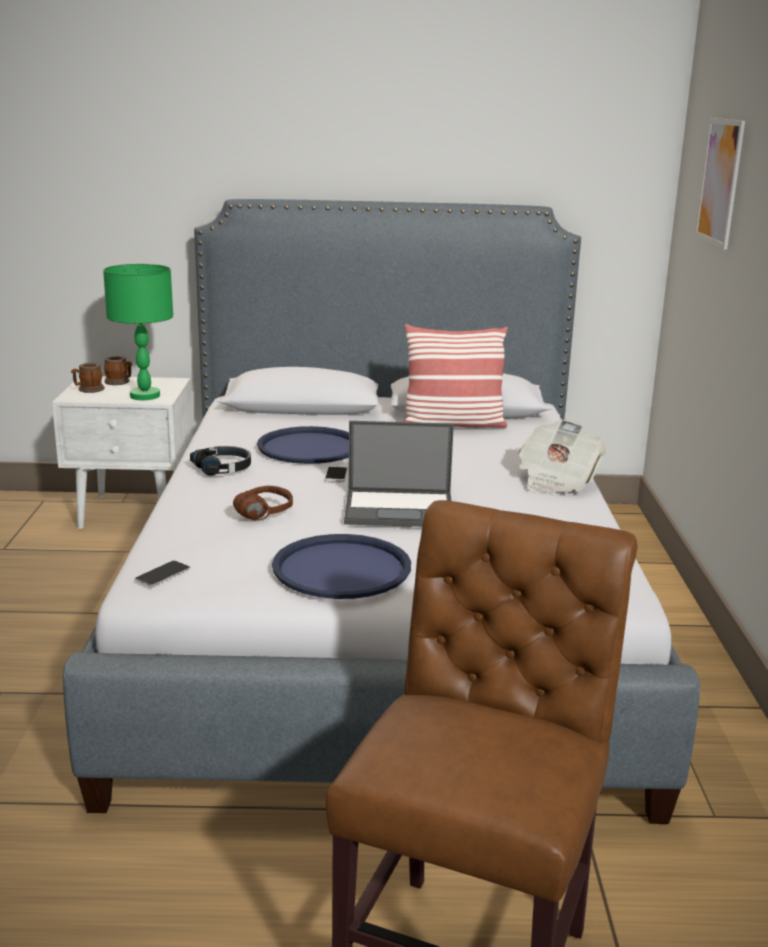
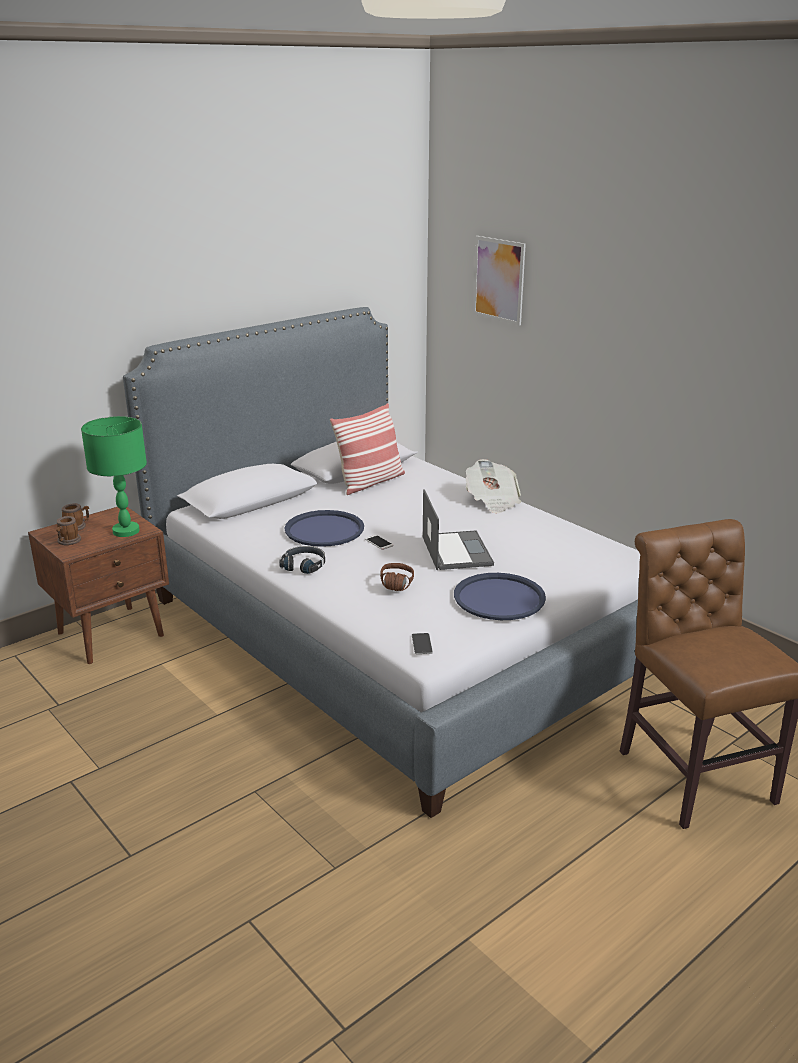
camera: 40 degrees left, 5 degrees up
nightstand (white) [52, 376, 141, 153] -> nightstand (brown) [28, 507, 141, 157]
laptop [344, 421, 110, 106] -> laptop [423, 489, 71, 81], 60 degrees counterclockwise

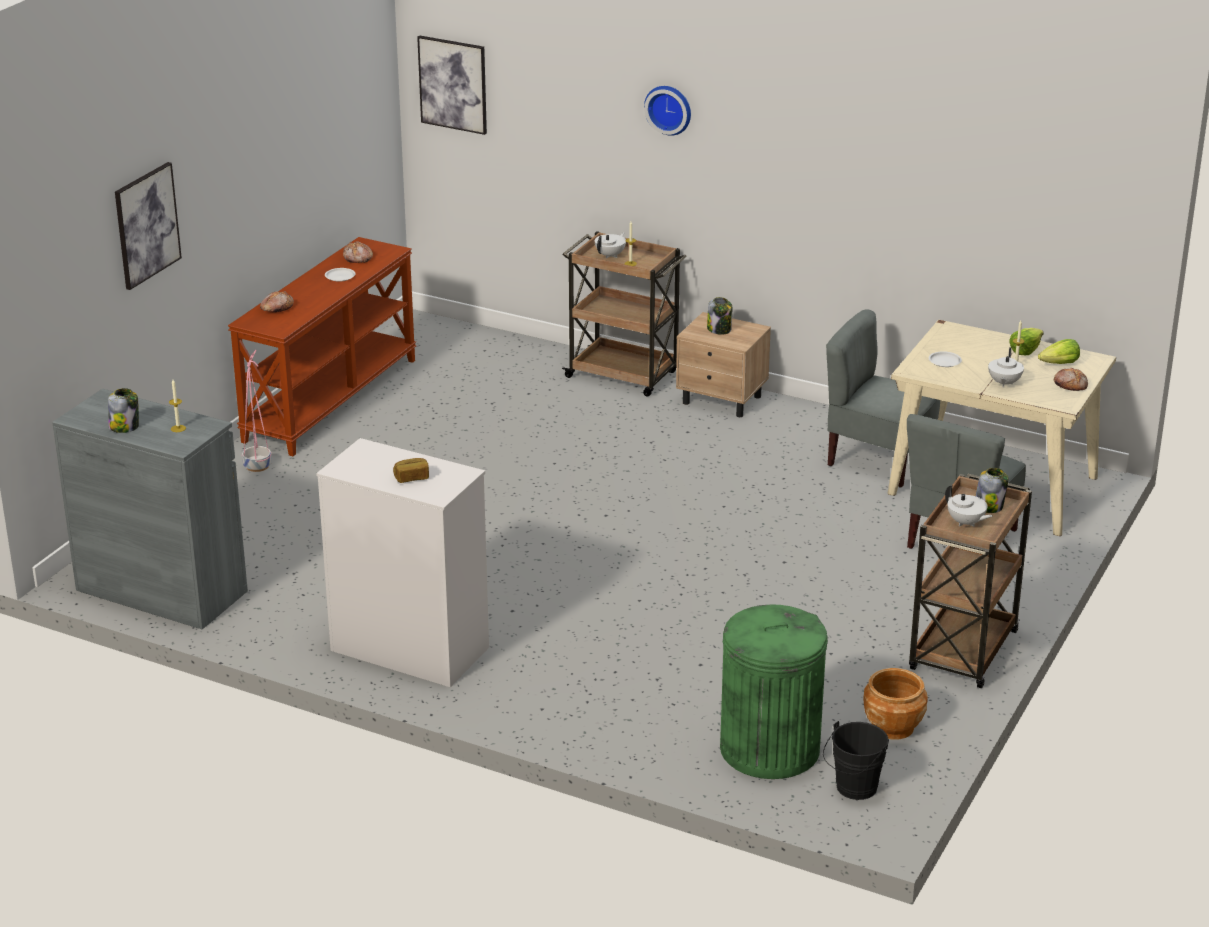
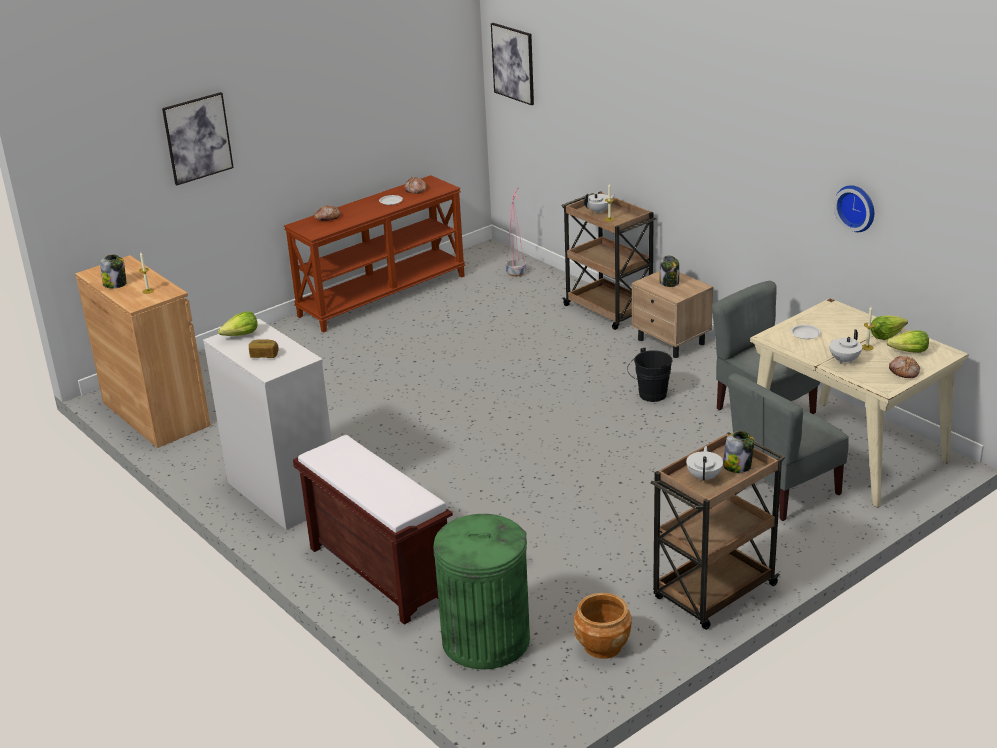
camera: 25 degrees right, 0 degrees up
wall clock [644, 86, 47, 50] -> wall clock [834, 185, 40, 47], moved
planter (pink) [242, 350, 30, 122] -> planter (pink) [506, 188, 20, 89], moved
cabinet (grey) [52, 389, 196, 240] -> cabinet (brown) [75, 255, 136, 193]
teapot (white) [945, 485, 48, 42] -> teapot (white) [686, 446, 37, 35], 150 degrees counterclockwise
bucket (black) [823, 721, 66, 79] -> bucket (black) [627, 348, 46, 54], moved
none -> lettuce [218, 311, 40, 25]
none -> bench (brown) [293, 435, 160, 190]

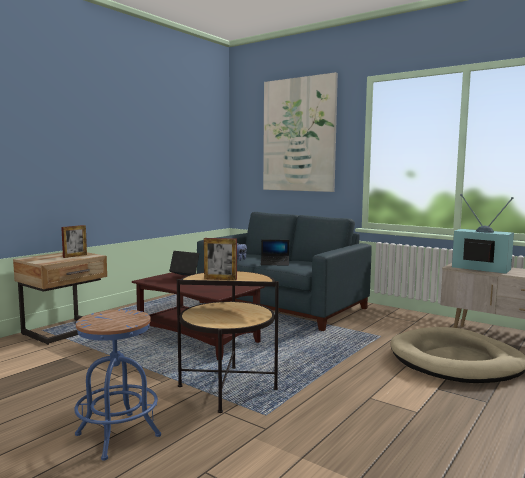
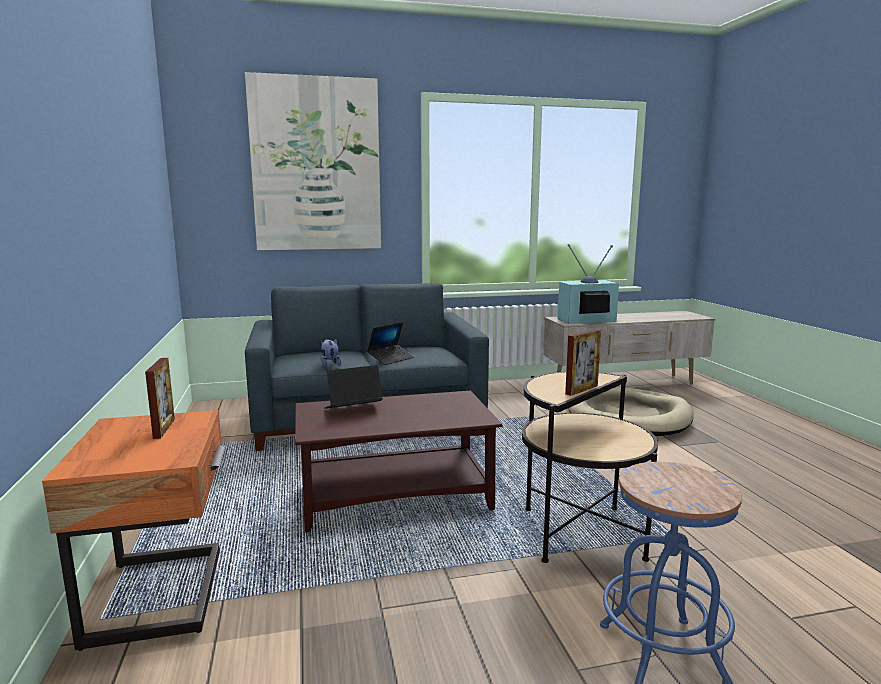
camera: 50 degrees left, 5 degrees up
nightstand (beige) [13, 252, 94, 93] -> nightstand (orange) [42, 410, 183, 241]

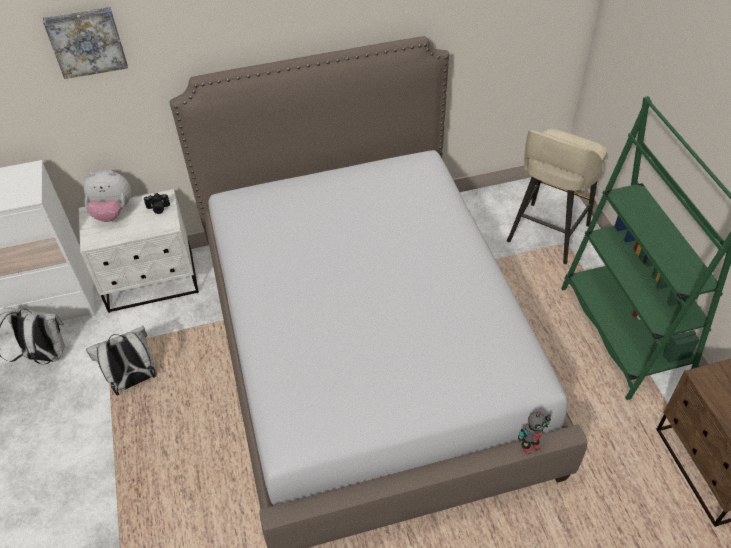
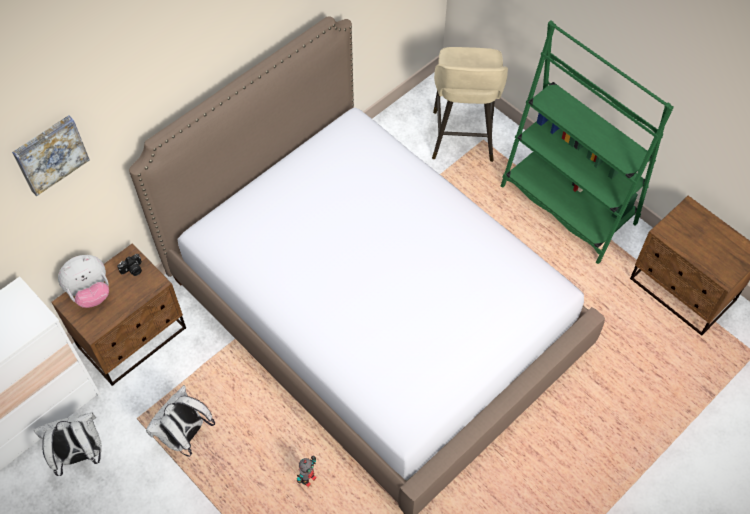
camera: 30 degrees left, 10 degrees up
nightstand (white) [79, 189, 120, 124] -> nightstand (brown) [51, 243, 135, 143]
toy robot [518, 412, 33, 43] -> toy robot [297, 456, 20, 31], moved

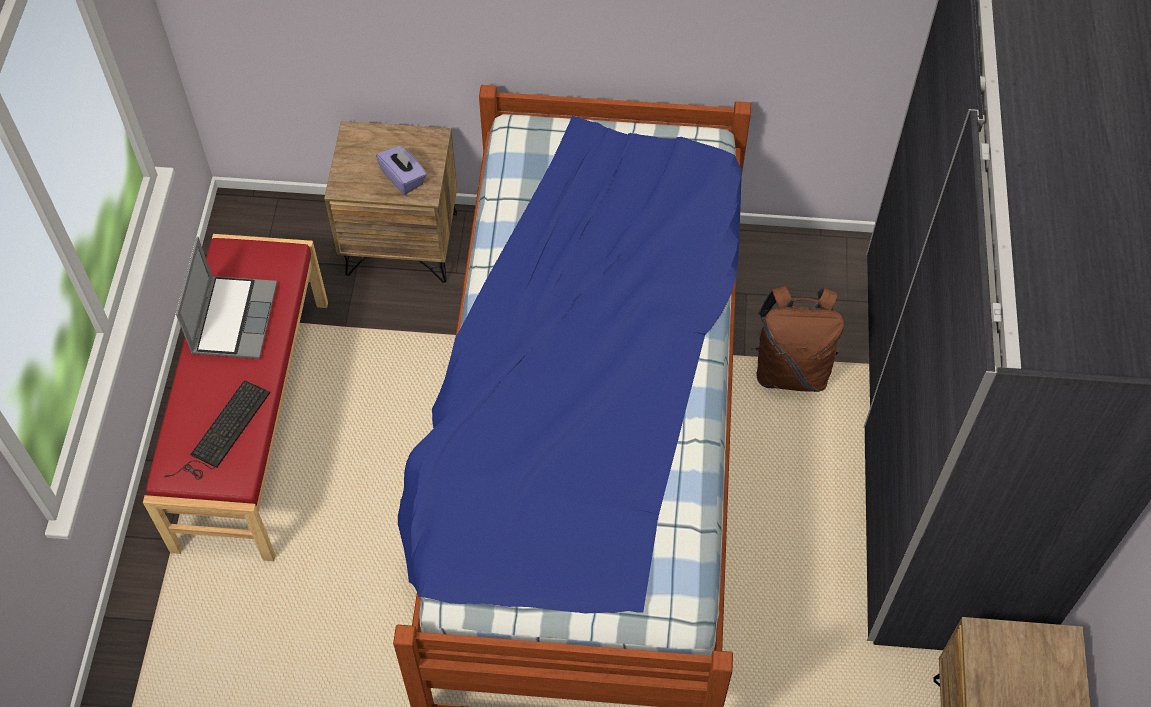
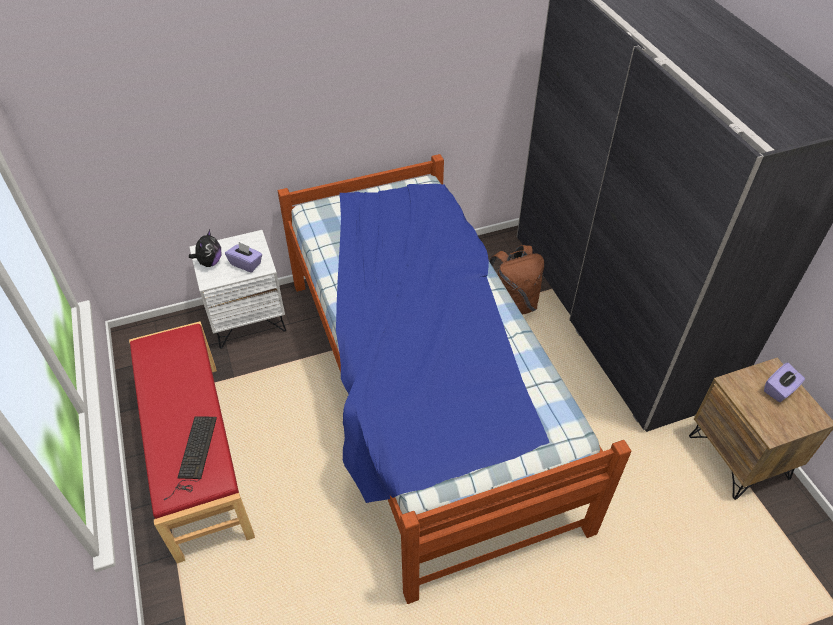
camera: 25 degrees left, 10 degrees down
nightstand (brown) [324, 121, 133, 162] -> nightstand (white) [189, 230, 97, 118]
laptop [176, 237, 101, 122] -> none
none -> plush toy [189, 230, 32, 37]
none -> tissue box (purple) [764, 363, 41, 39]

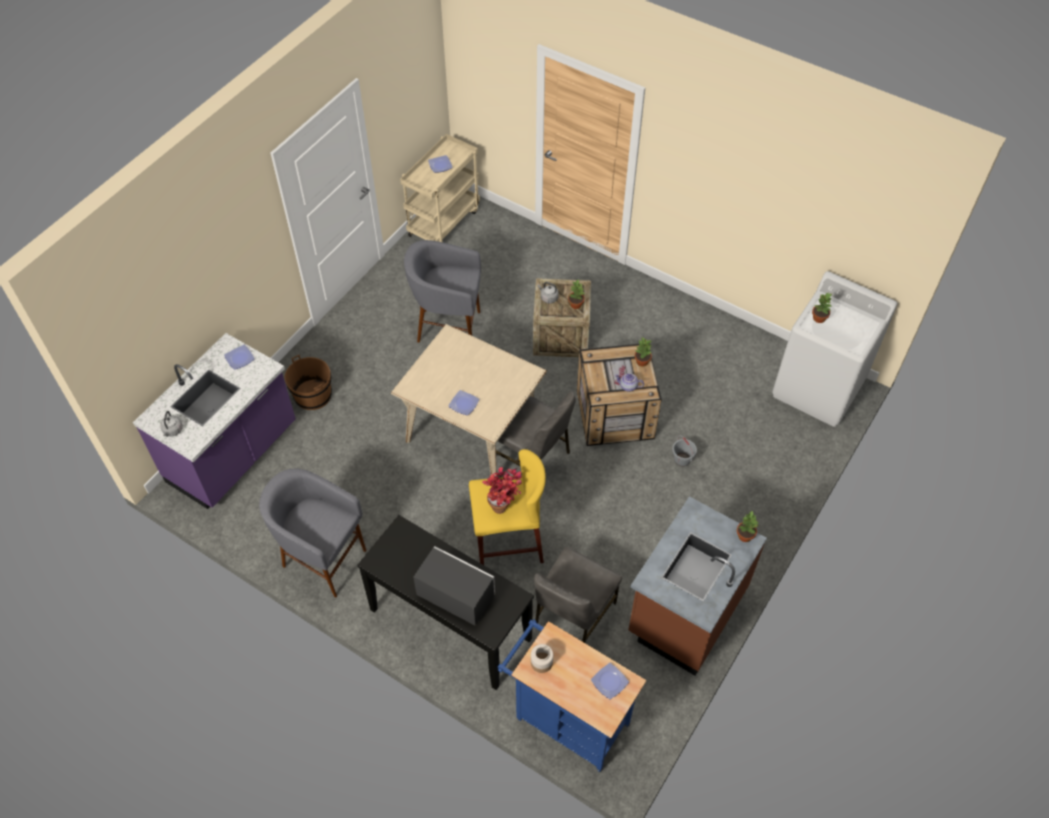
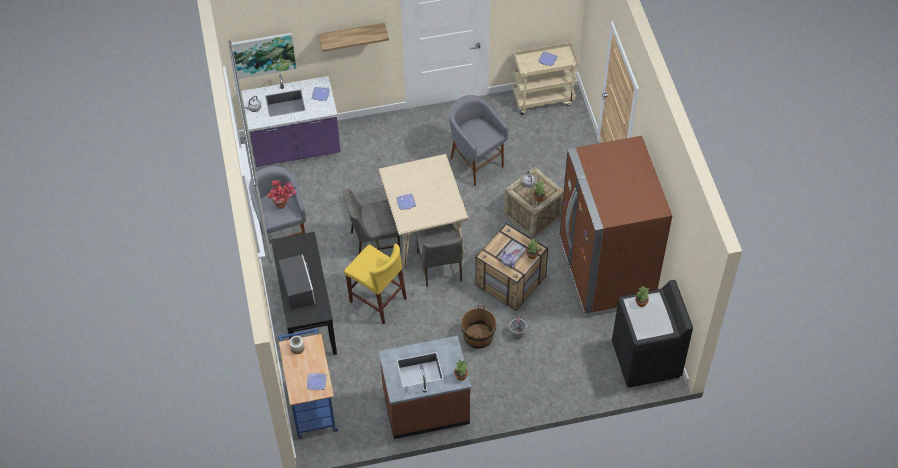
camera: 45 degrees right, 0 degrees up
washing machine (white) [772, 271, 126, 156] -> washing machine (black) [612, 280, 81, 108]
bucket (brown) [285, 355, 47, 55] -> bucket (brown) [461, 305, 35, 44], moved
potted plant [482, 467, 40, 47] -> potted plant [267, 180, 30, 29], moved
chair (grey) [534, 547, 88, 96] -> chair (grey) [343, 189, 57, 65], moved
none -> shelf [319, 23, 70, 29]
none -> picture [232, 33, 65, 46]
none -> fridge (brown) [559, 136, 113, 181]

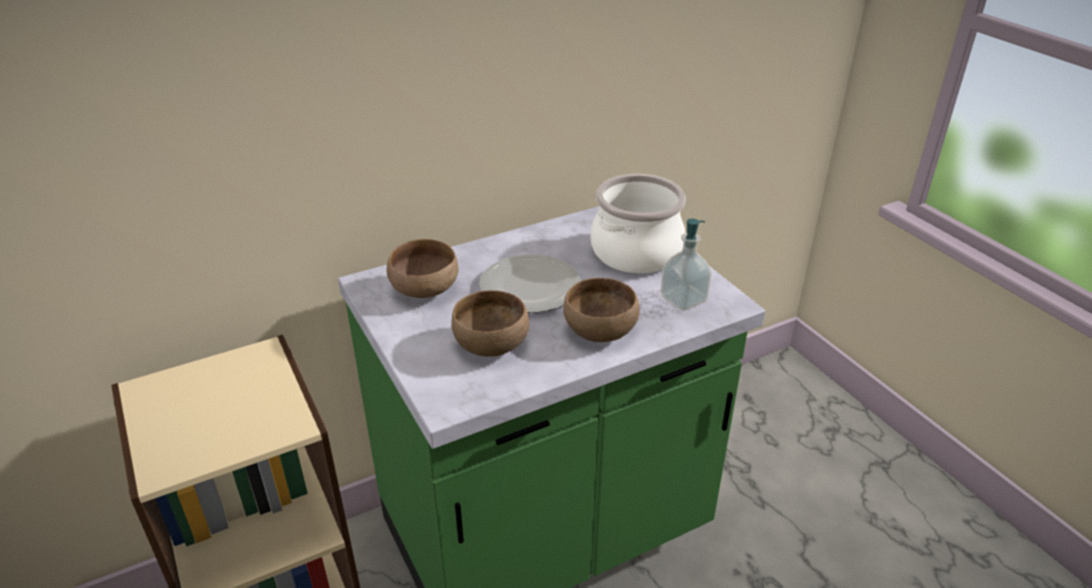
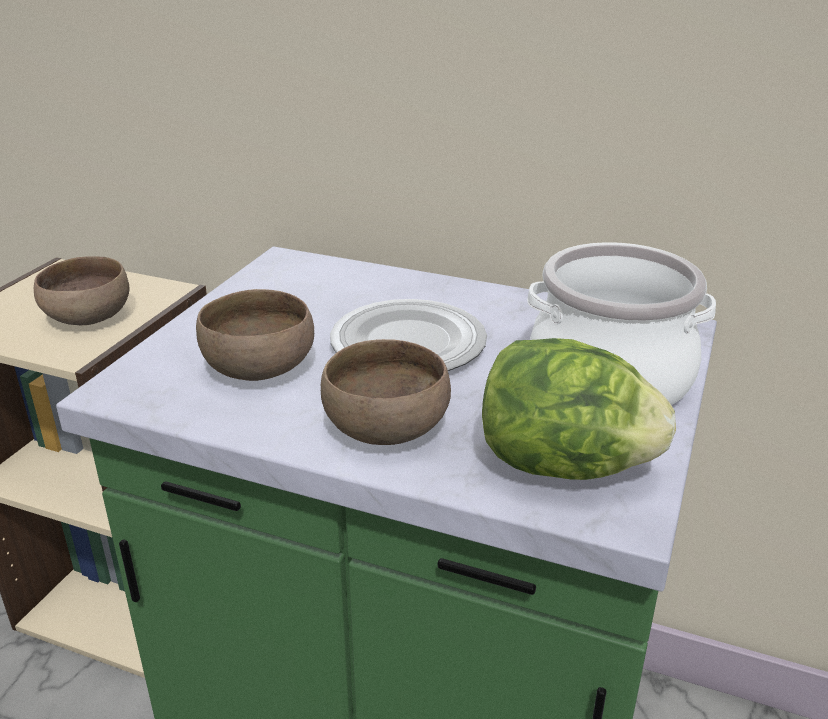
camera: 50 degrees right, 5 degrees down
soap dispenser [661, 218, 51, 93] -> lettuce [482, 338, 194, 142]
bowl (brown) [386, 239, 73, 59] -> bowl (brown) [34, 256, 95, 69], moved

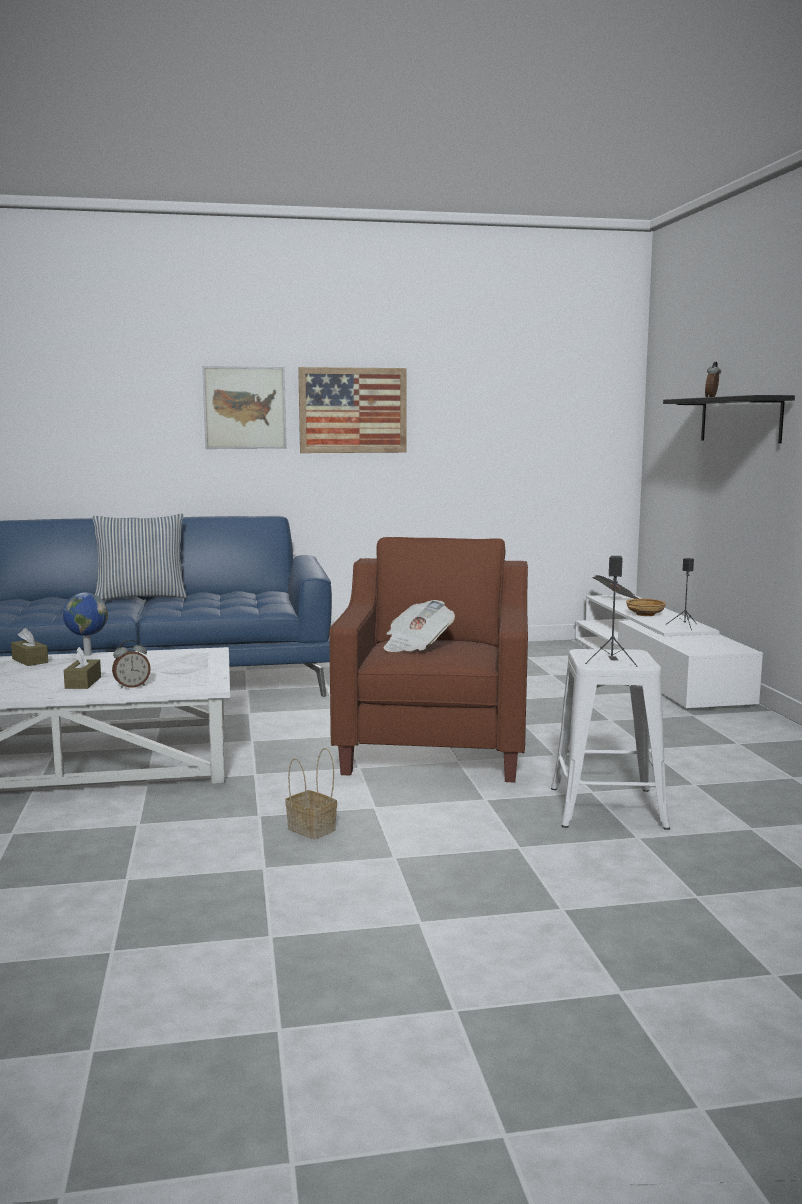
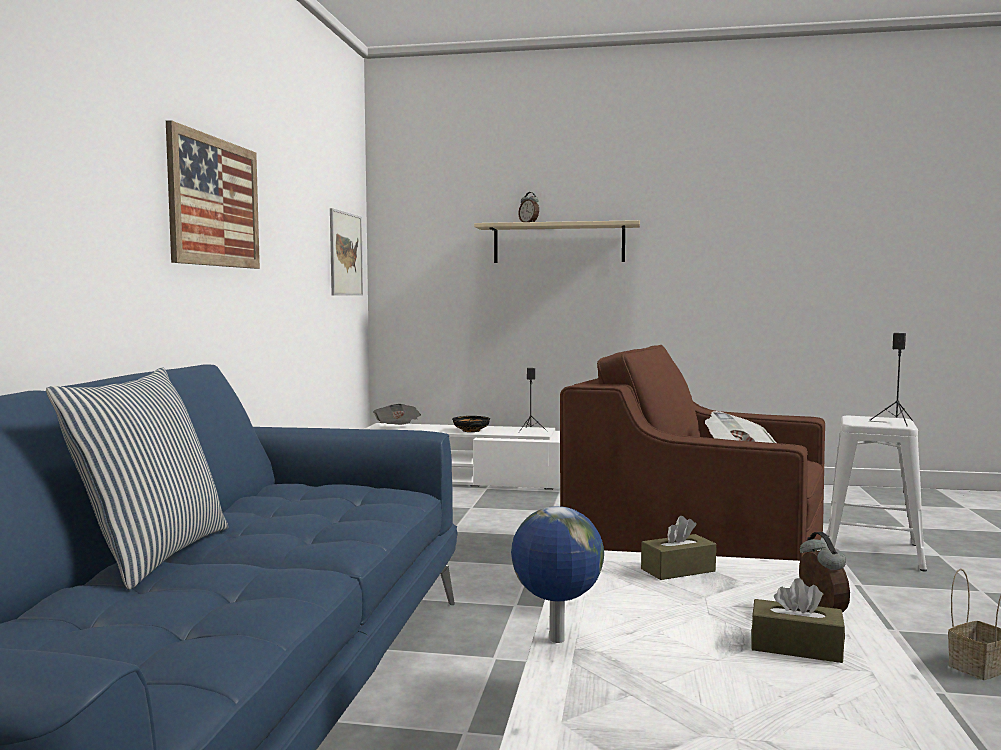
camera: 70 degrees left, 5 degrees down
picture [202, 366, 85, 83] -> picture [330, 208, 33, 88], moved
shelf (black) [663, 395, 132, 49] -> shelf (beige) [474, 220, 166, 43]
bowl (beige) [626, 599, 40, 17] -> bowl (black) [452, 416, 38, 16]
tissue box (brown) [11, 628, 37, 38] -> tissue box (brown) [641, 516, 75, 64], moved

